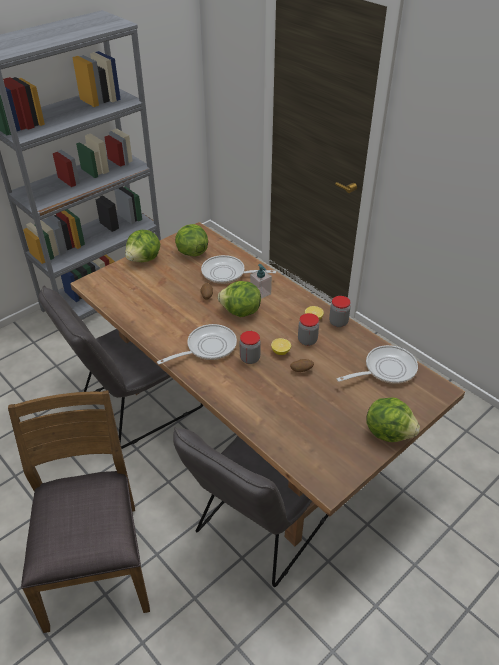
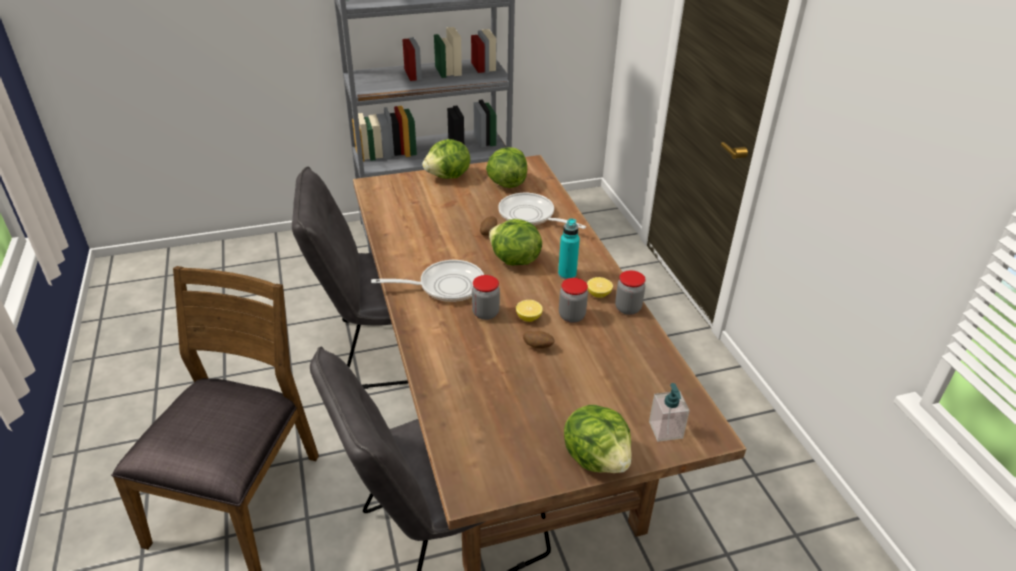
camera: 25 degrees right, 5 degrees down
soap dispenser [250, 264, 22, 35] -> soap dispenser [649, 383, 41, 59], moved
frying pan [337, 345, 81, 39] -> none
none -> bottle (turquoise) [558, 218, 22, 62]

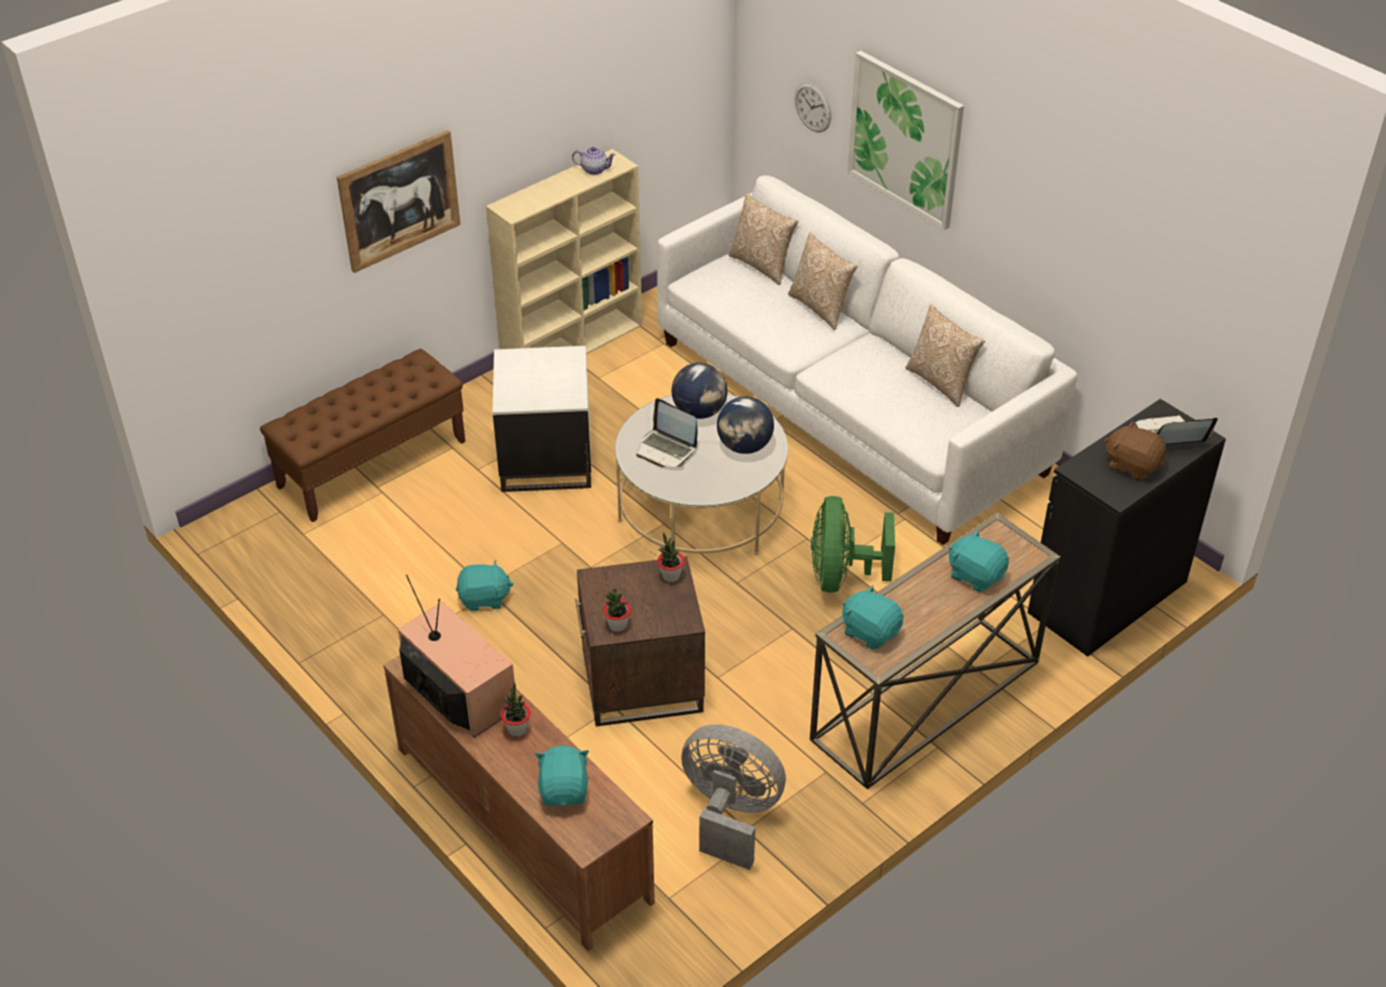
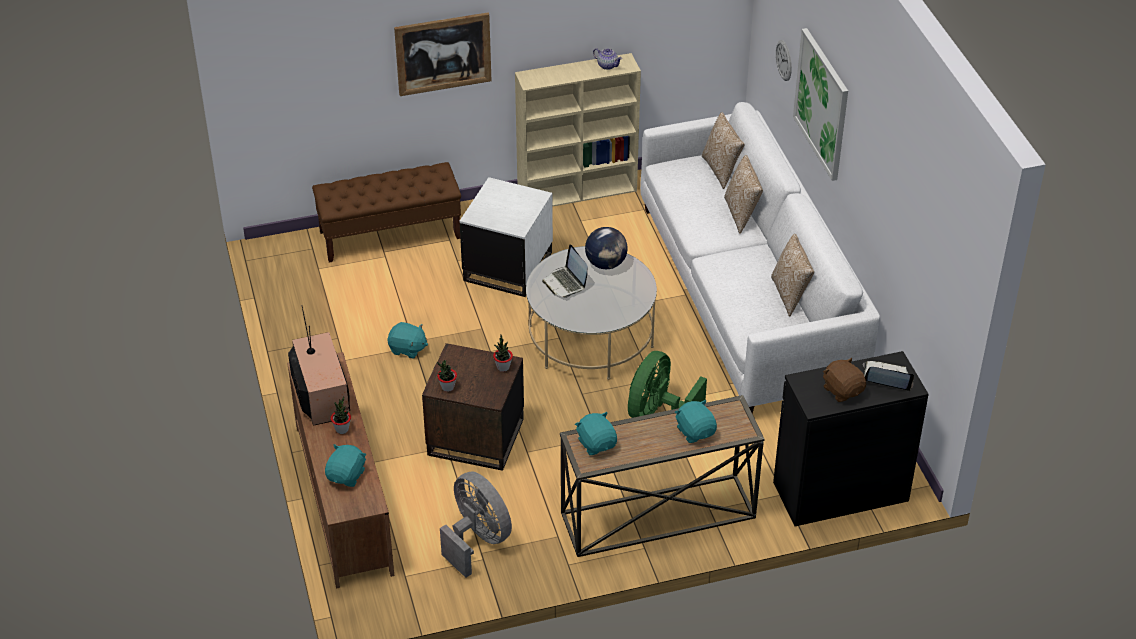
camera: 25 degrees right, 0 degrees up
globe [717, 397, 57, 57] -> none

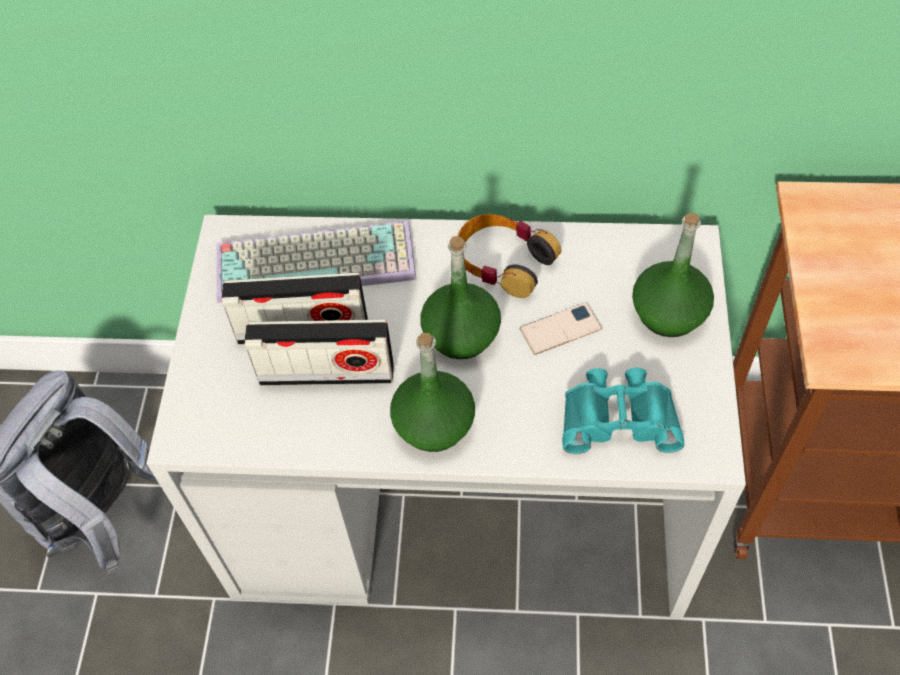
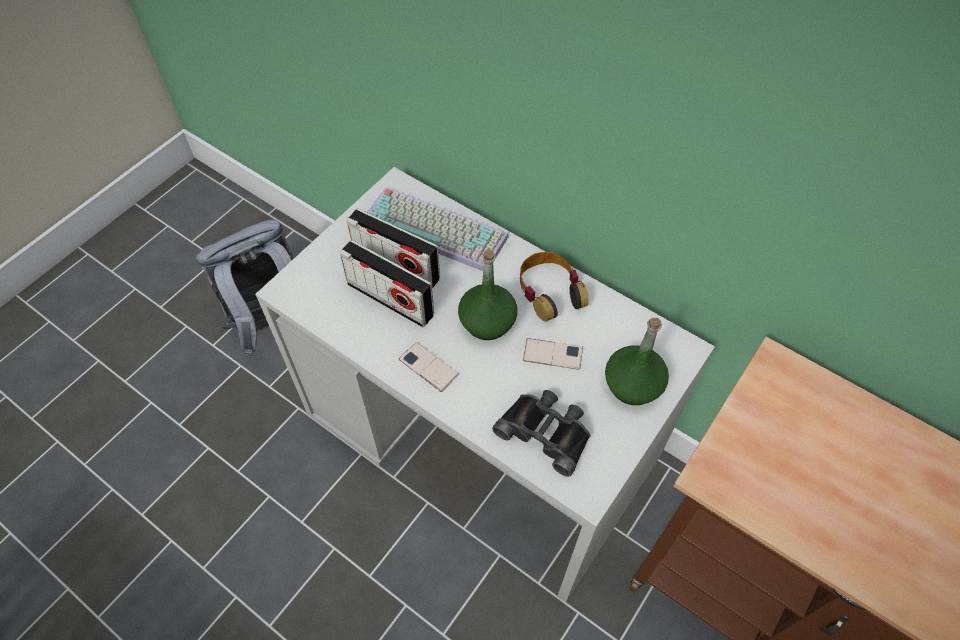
camera: 30 degrees right, 0 degrees up
bottle (green) [390, 333, 85, 119] -> phone [399, 342, 60, 50]
binoculars (turquoise) [562, 368, 123, 86] -> binoculars (black) [492, 390, 99, 87]

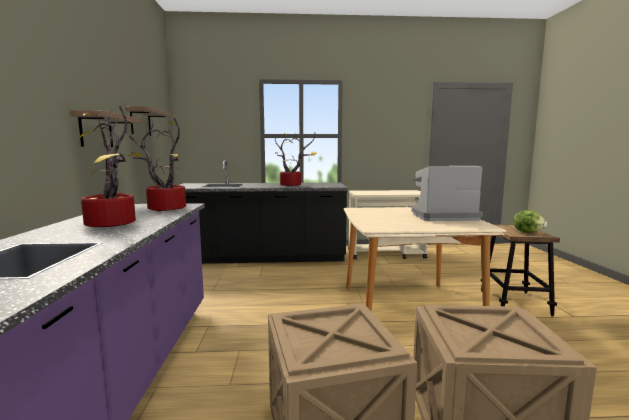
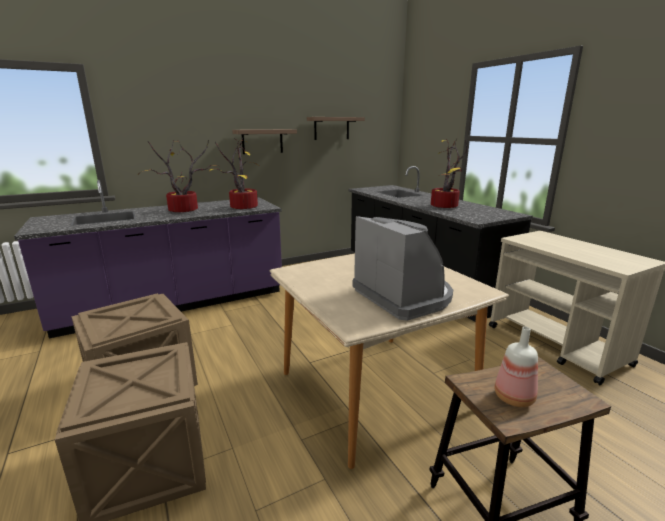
camera: 65 degrees right, 10 degrees up
lettuce [513, 210, 34, 23] -> bottle [494, 327, 44, 80]

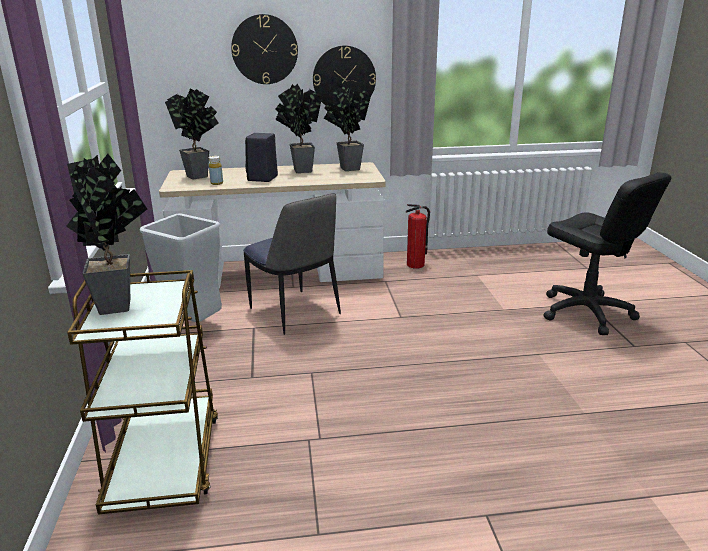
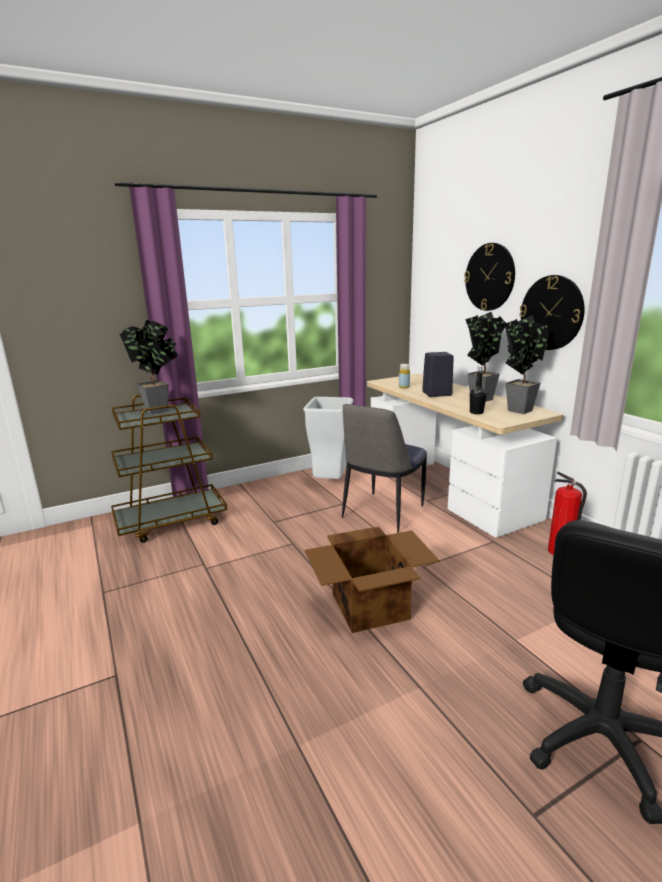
camera: 70 degrees right, 5 degrees down
potted plant [165, 89, 54, 90] -> none
none -> bottle (black) [470, 366, 17, 48]
none -> cardboard box [305, 527, 135, 106]

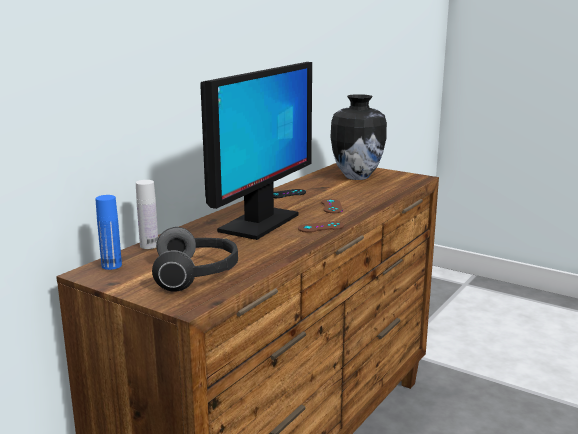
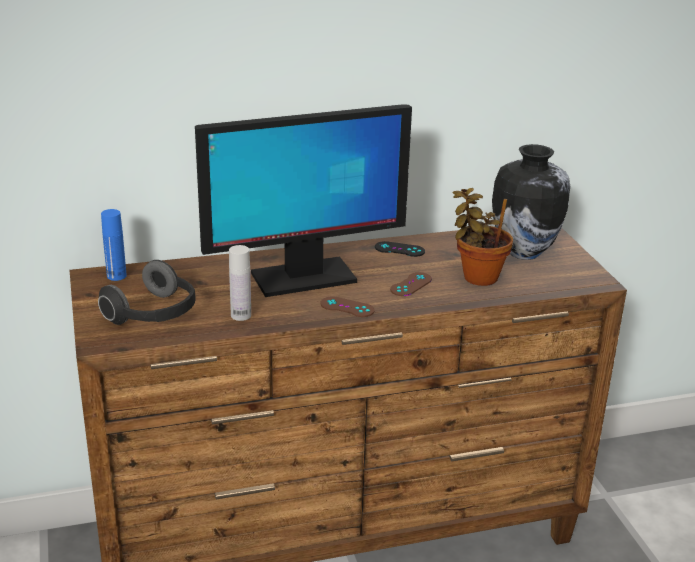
camera: 40 degrees right, 10 degrees up
bottle (white) [136, 180, 22, 69] -> bottle (white) [229, 245, 22, 76], moved
none -> potted plant [453, 188, 60, 98]

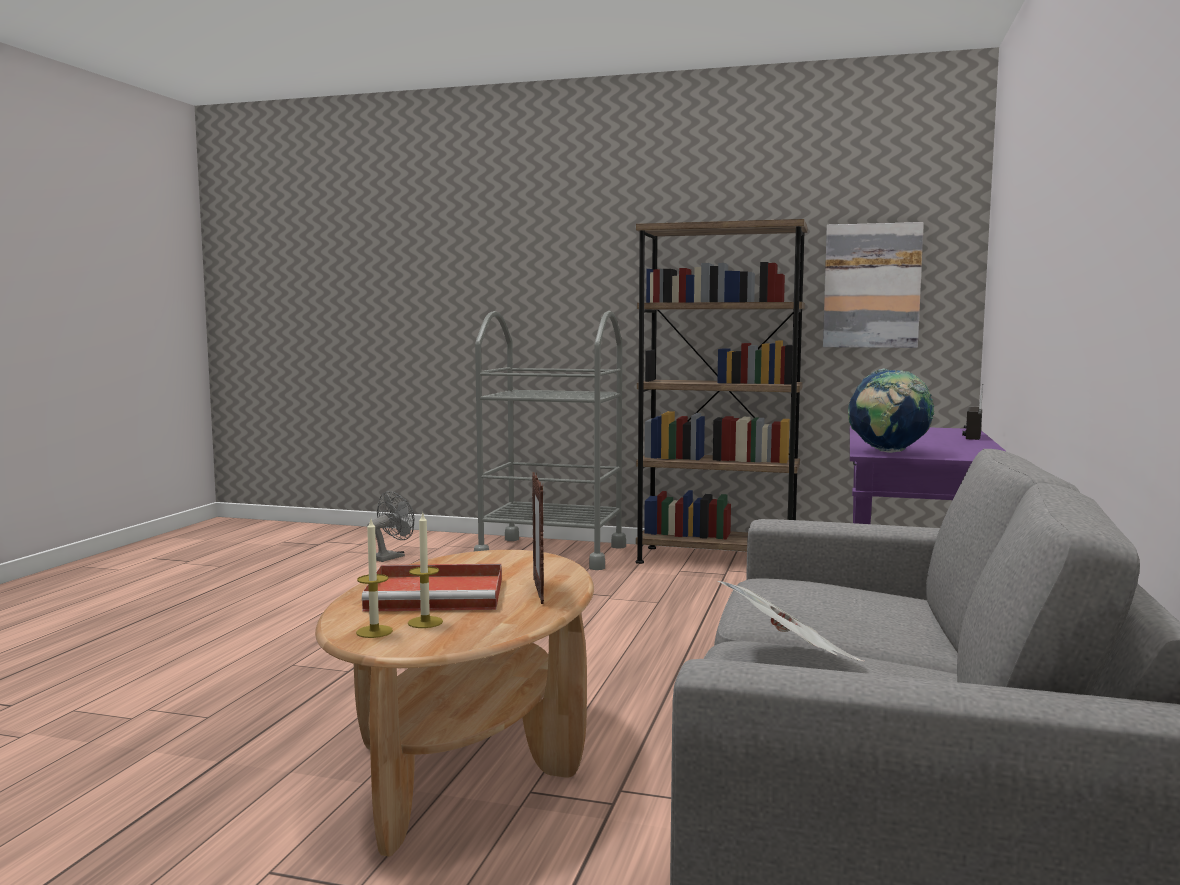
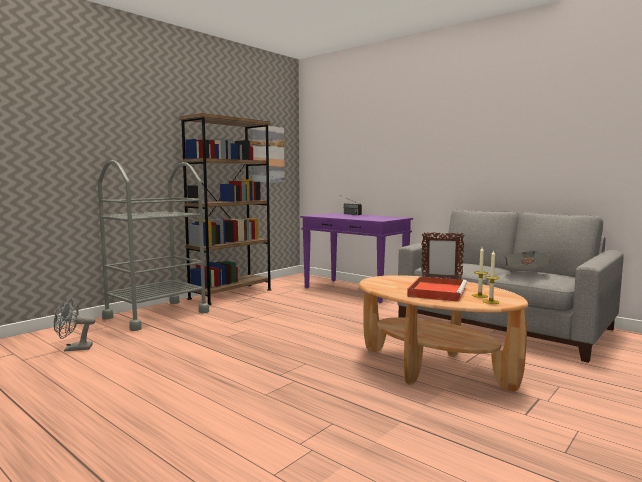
camera: 65 degrees left, 0 degrees up
globe [848, 368, 86, 85] -> none
fan (grey) [367, 491, 47, 71] -> fan (grey) [54, 298, 42, 53], 75 degrees counterclockwise

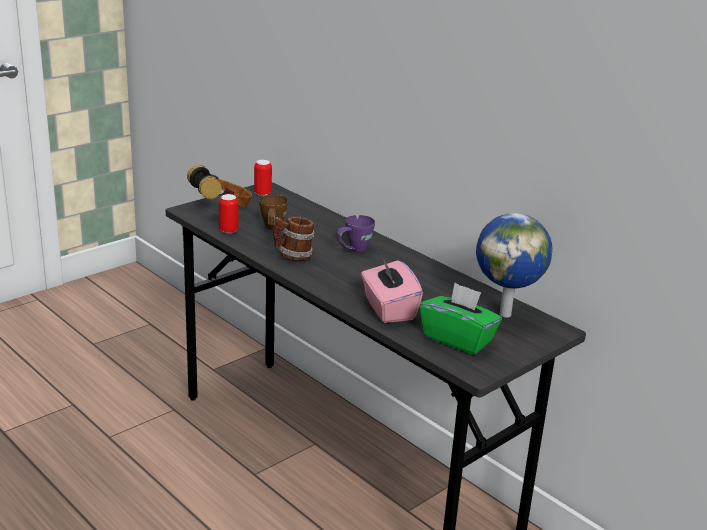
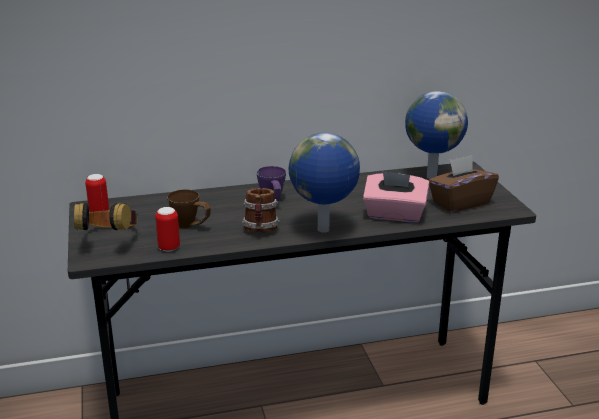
camera: 60 degrees left, 0 degrees up
tissue box (green) [420, 283, 82, 72] -> tissue box (brown) [429, 155, 70, 58]
none -> globe [289, 133, 71, 100]

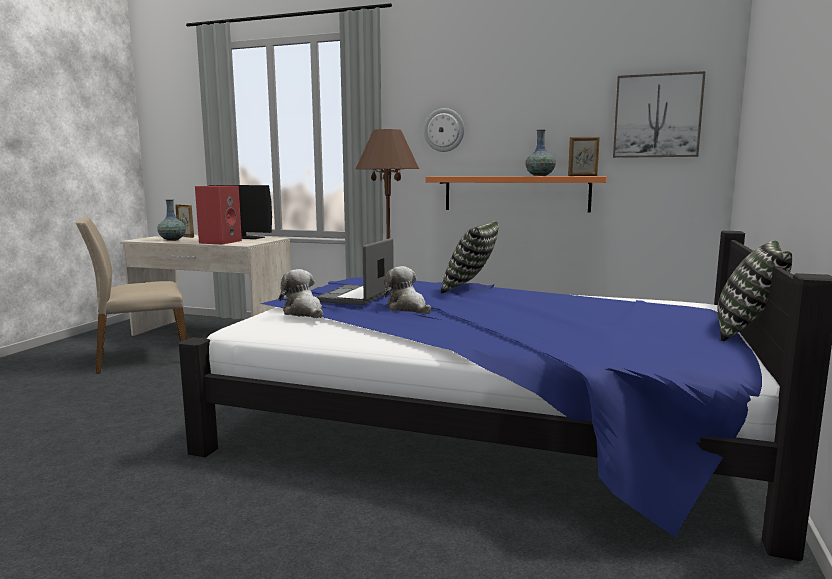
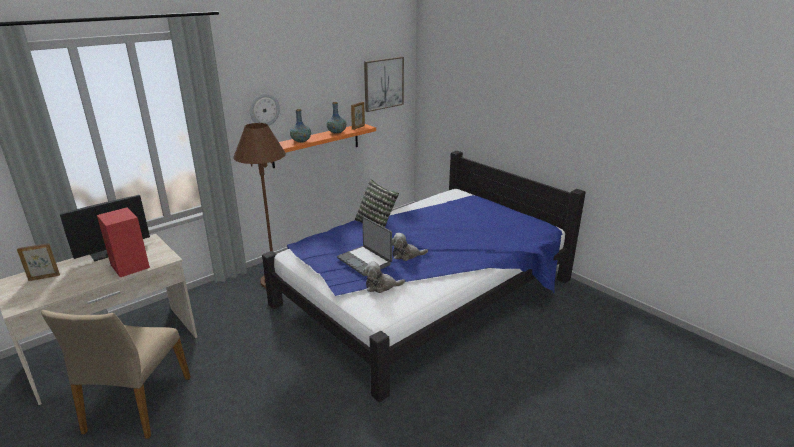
camera: 60 degrees left, 15 degrees up
vase [157, 199, 29, 42] -> vase [290, 109, 21, 34], moved
pillow [718, 241, 74, 100] -> none

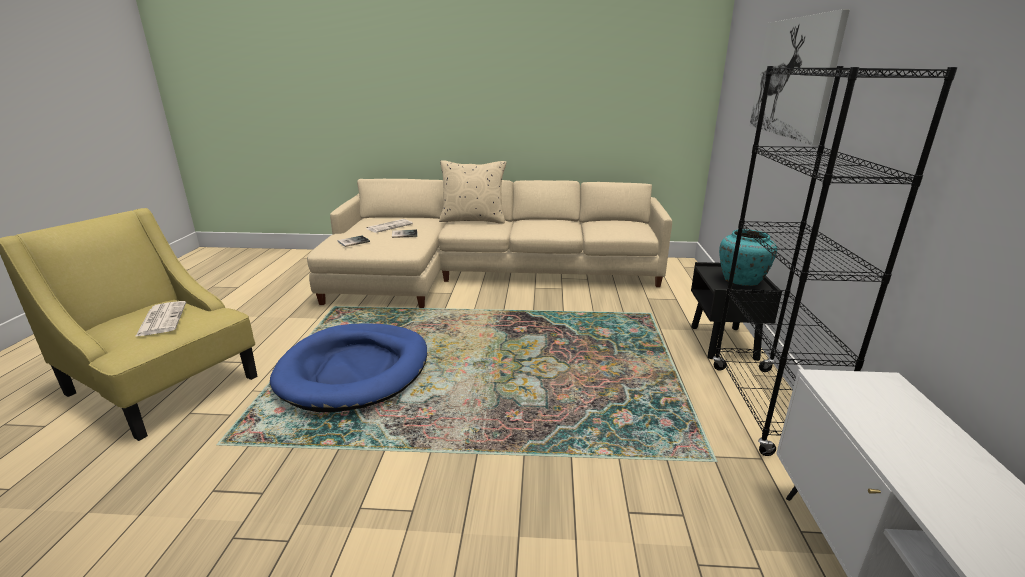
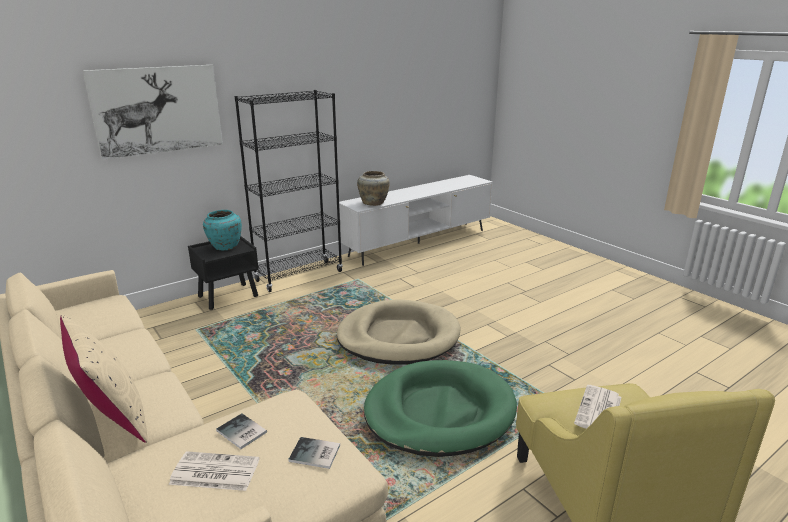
camera: 130 degrees left, 0 degrees up
dog bed (blue) [270, 323, 157, 89] -> dog bed (green) [364, 360, 153, 97]
none -> vase (beige) [357, 171, 33, 35]
none -> dog bed (beige) [336, 299, 125, 66]

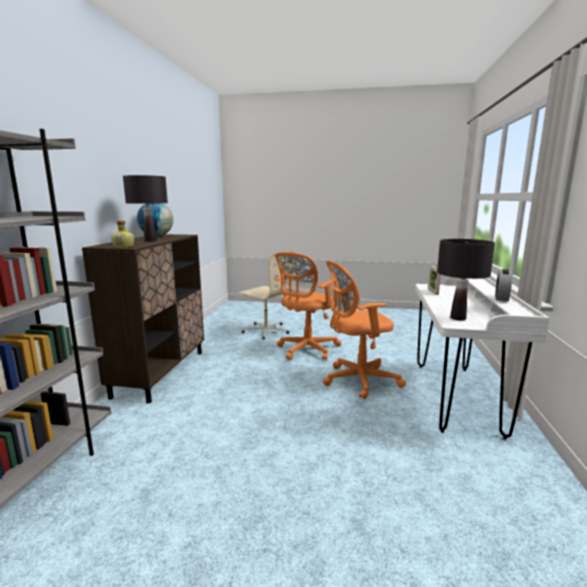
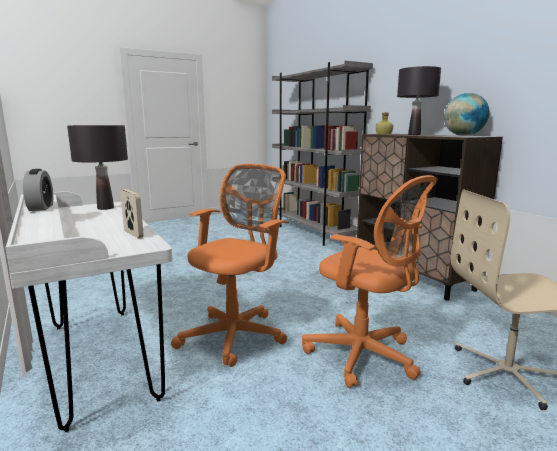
camera: 140 degrees right, 0 degrees up
office chair (orange) [275, 252, 66, 108] -> office chair (orange) [302, 175, 136, 213], 135 degrees clockwise

